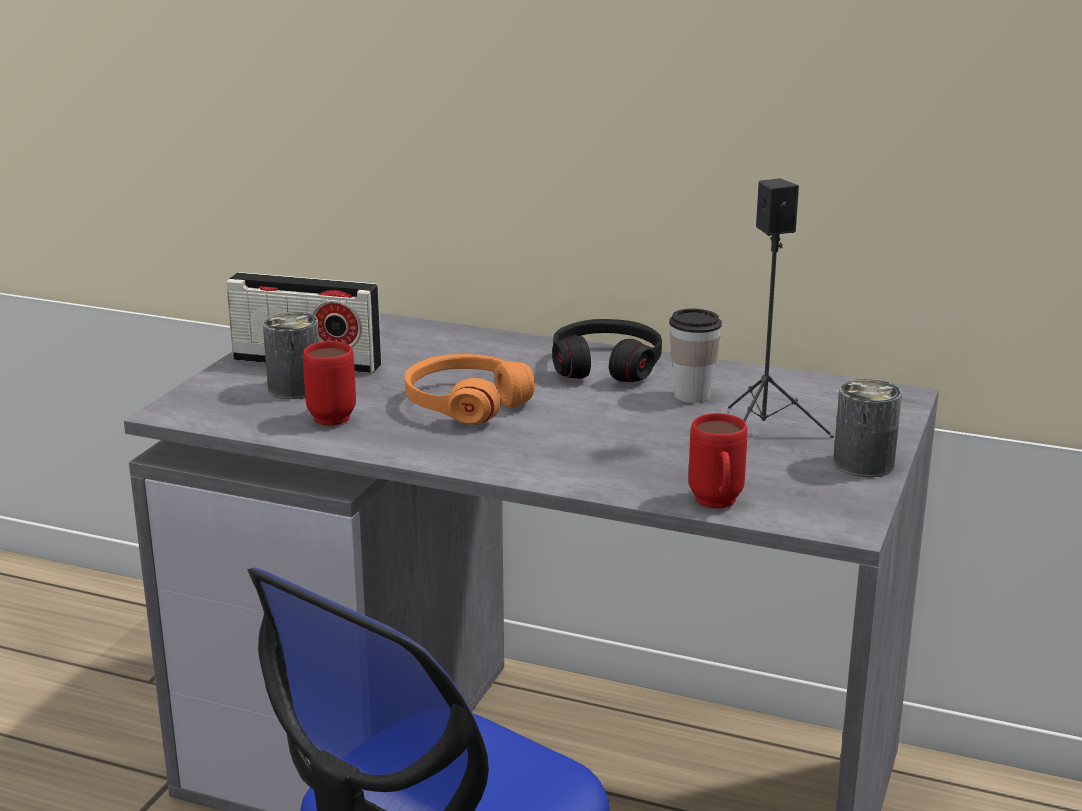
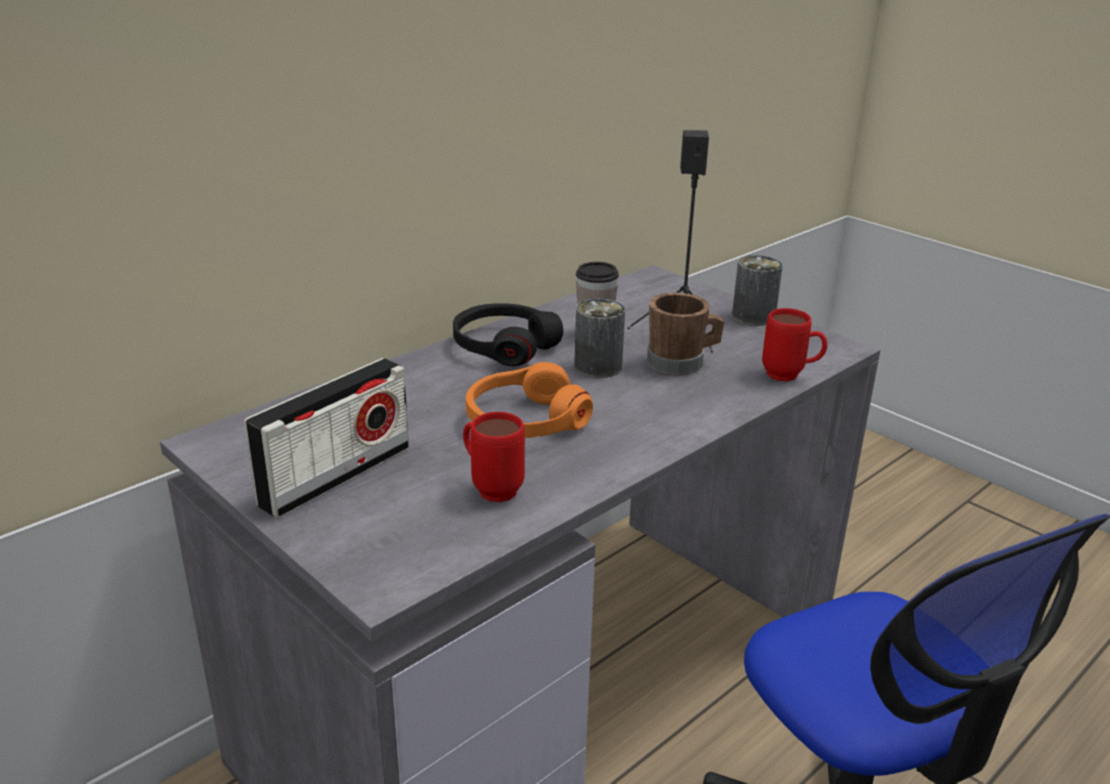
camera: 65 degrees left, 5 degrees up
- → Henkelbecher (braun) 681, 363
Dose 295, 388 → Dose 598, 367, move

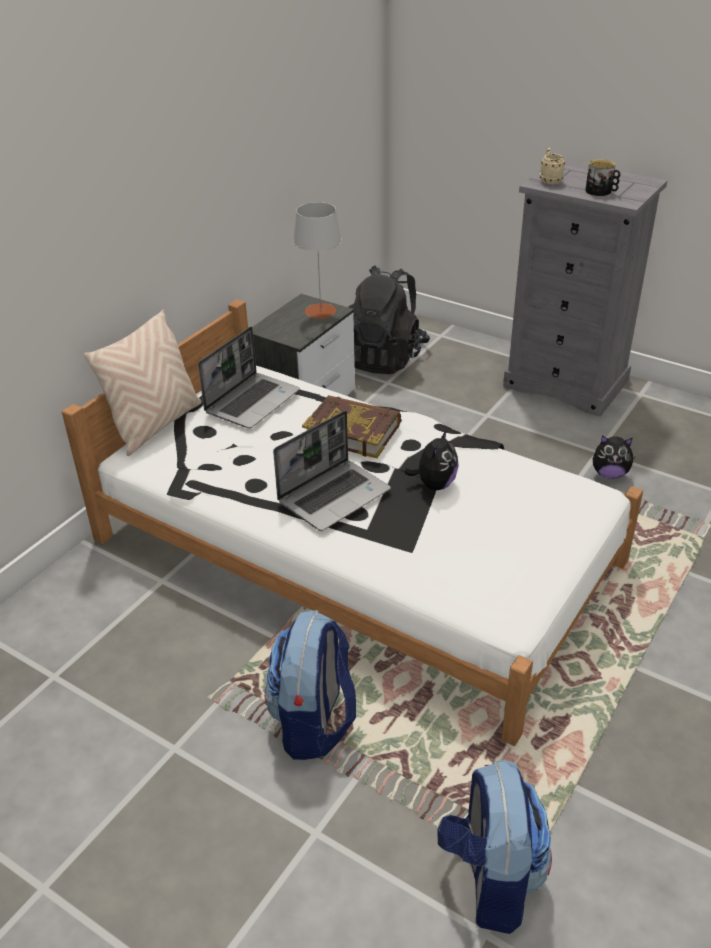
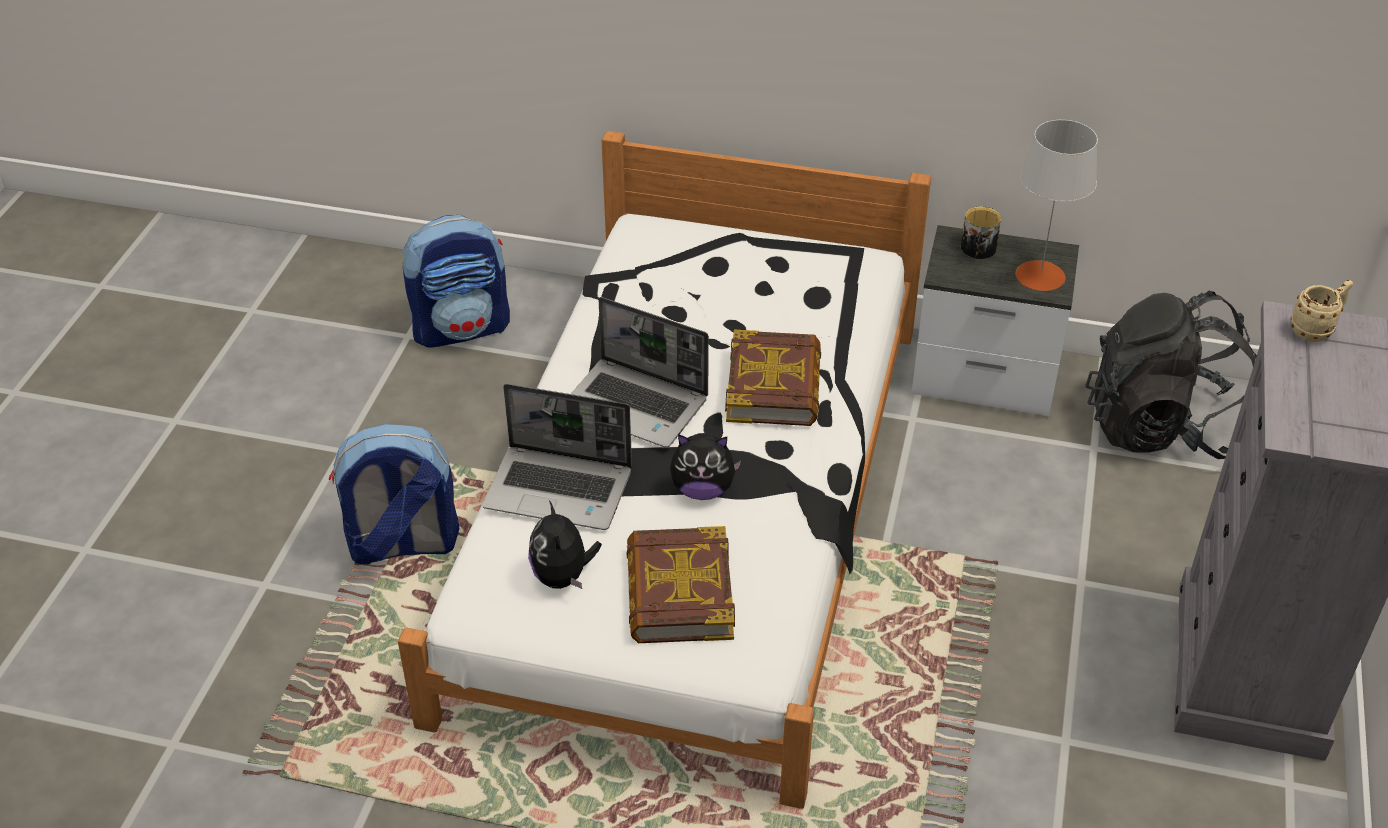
camera: 70 degrees right, 5 degrees up
Kissen (beige) 156, 425 → -
- → Buch 679, 593
Laptop 252, 401 → Laptop 560, 489, move
Rucksack 490, 878 → Rucksack 462, 328, move
Henkelbecher 601, 191 → Henkelbecher 978, 251, move
Plüschtier 609, 474 → Plüschtier 563, 576, move

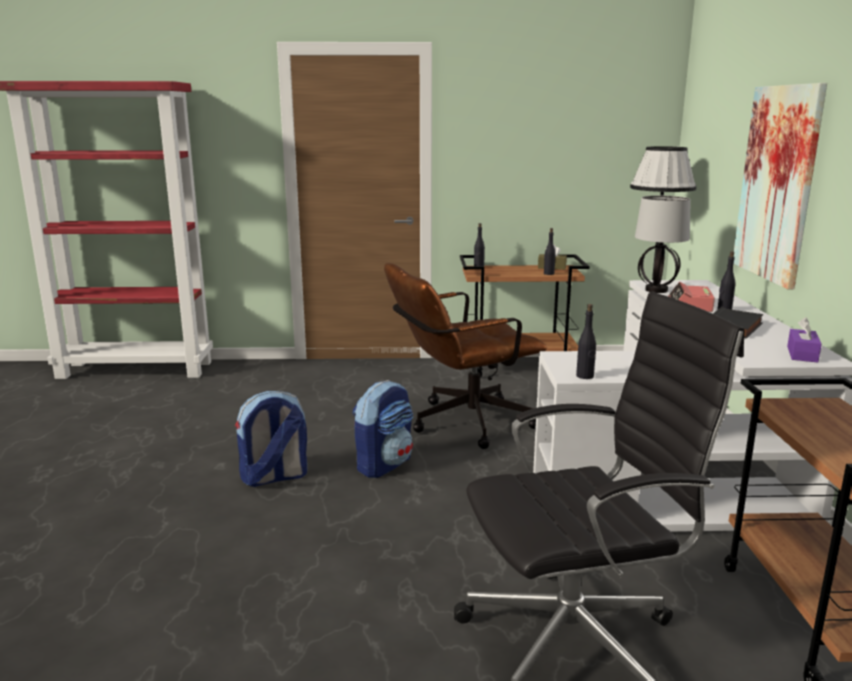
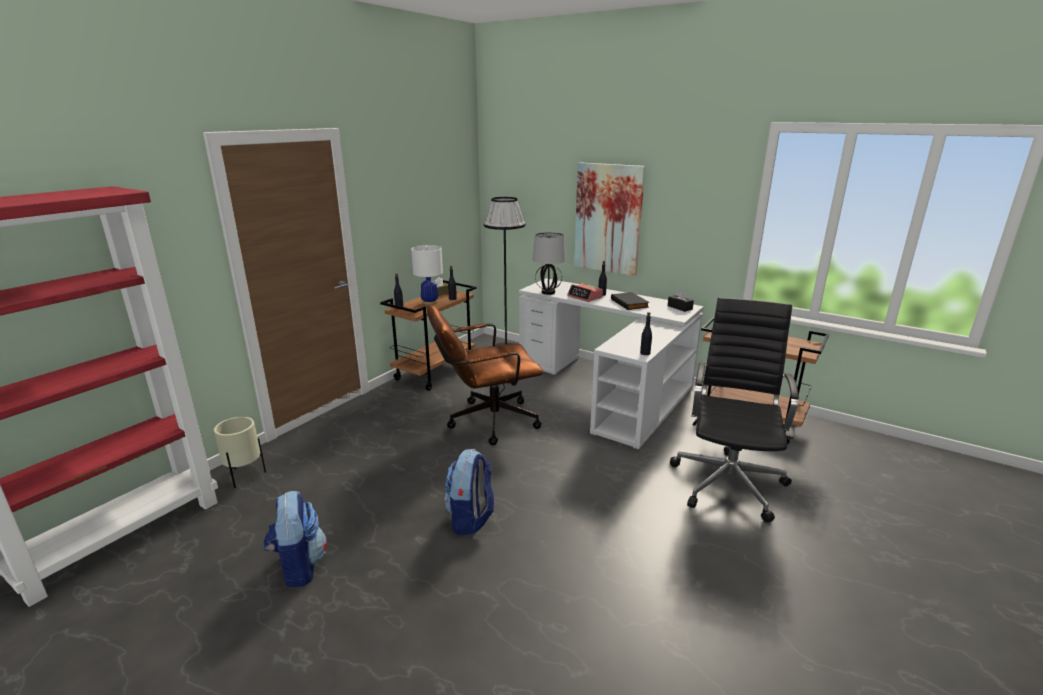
camera: 55 degrees left, 5 degrees up
- → Pflanzkübel (beige) 245, 476
- → Tischlampe (weiß) 429, 302
Rucksack 384, 464 → Rucksack 299, 566, move
Taschentuchbox (lila) 802, 354 → Taschentuchbox (schwarz) 679, 307
Bürostuhl (braun) 461, 423 → Bürostuhl (braun) 485, 422, 60 degrees clockwise

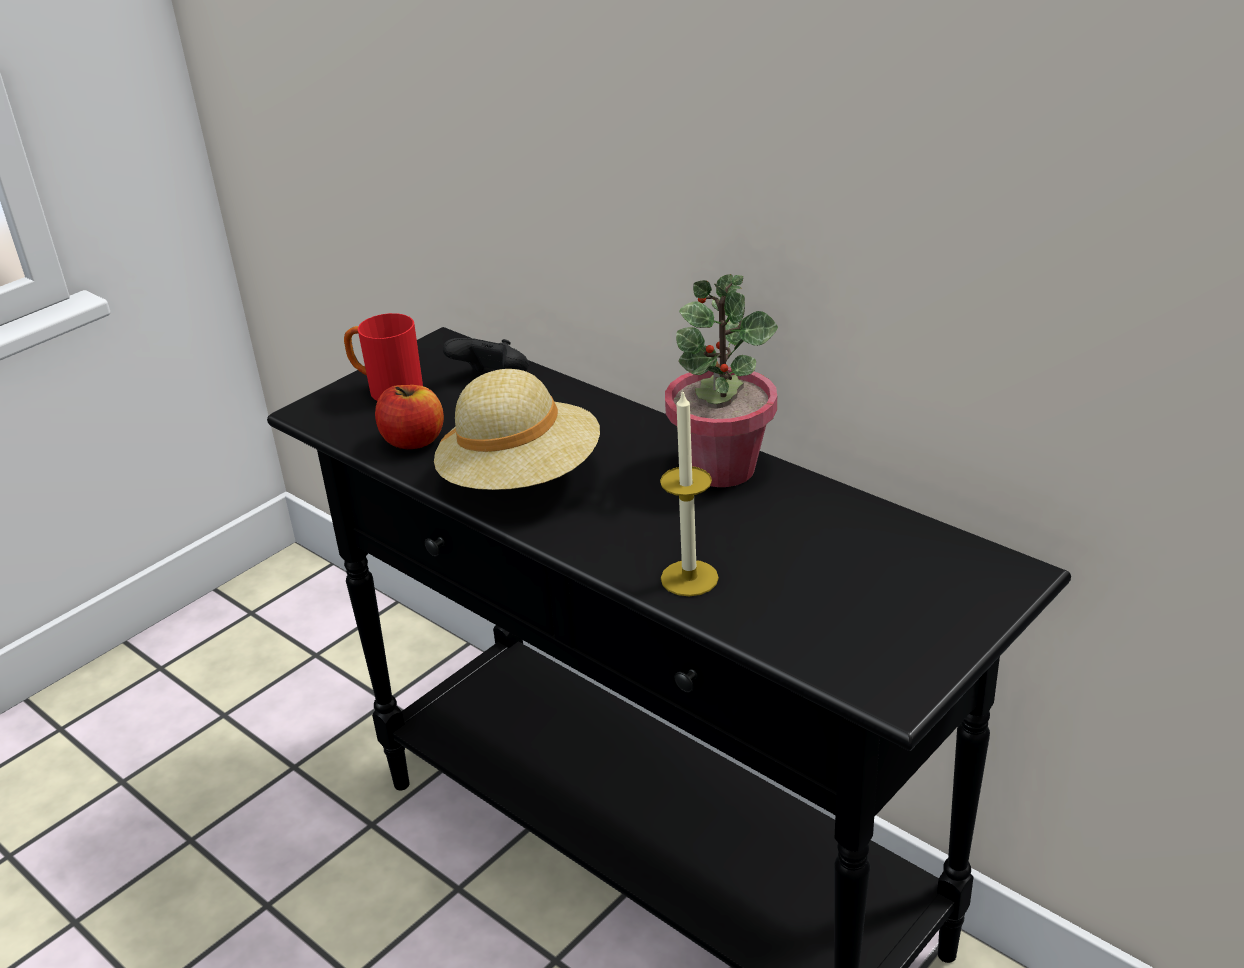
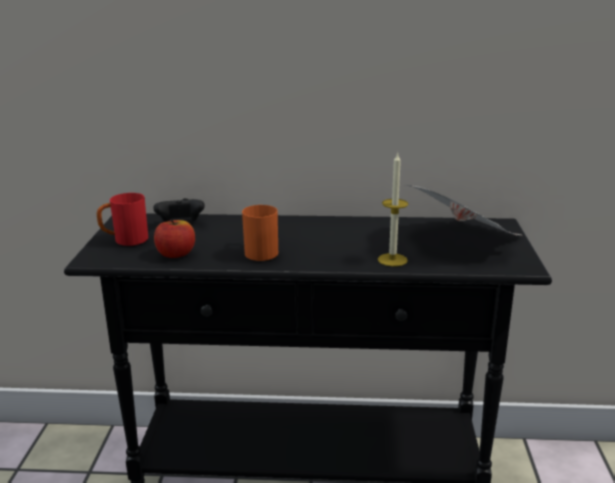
camera: 40 degrees left, 10 degrees down
Topfpflanze 722, 469 → -
- → Zeitung 463, 241
Hut (beige) 521, 479 → Henkelbecher (orange) 258, 252

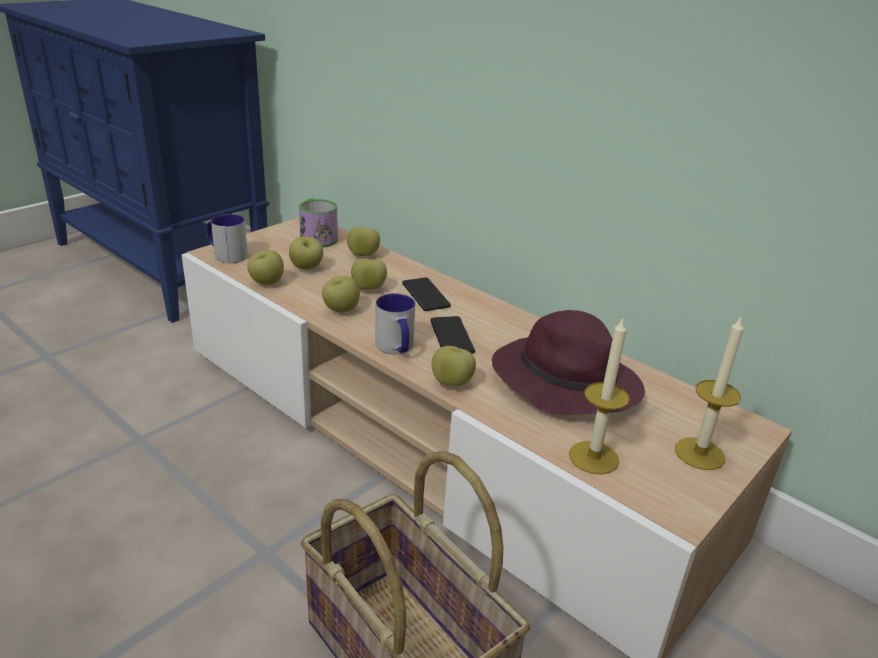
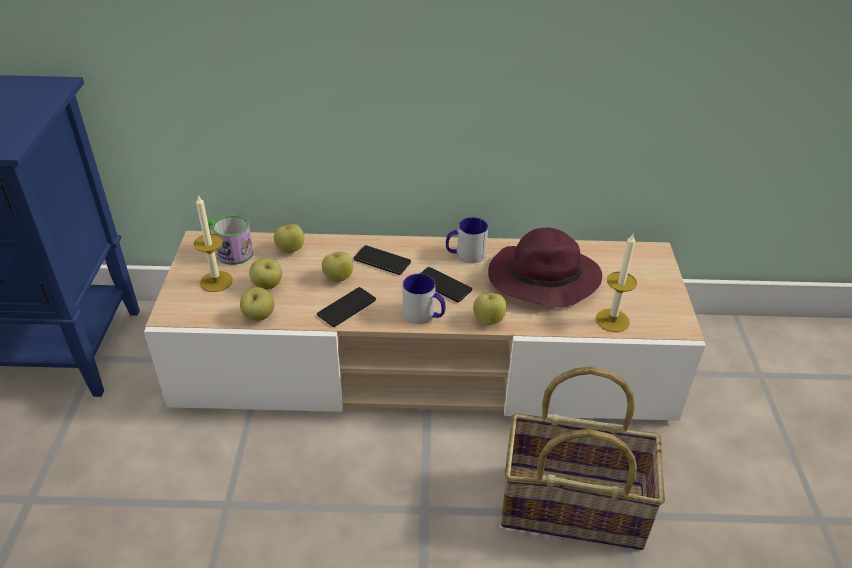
camera: 40 degrees left, 10 degrees up
Henkelbecher 226, 254 → Henkelbecher 465, 255, move
Kerze 699, 453 → Kerze 216, 281, move
Apfel 341, 310 → Handy 346, 307

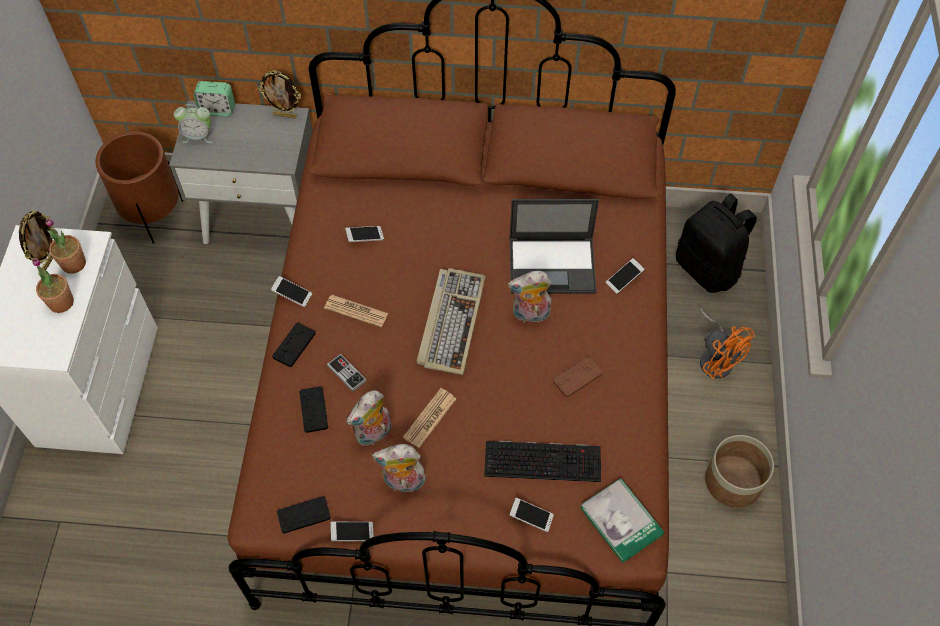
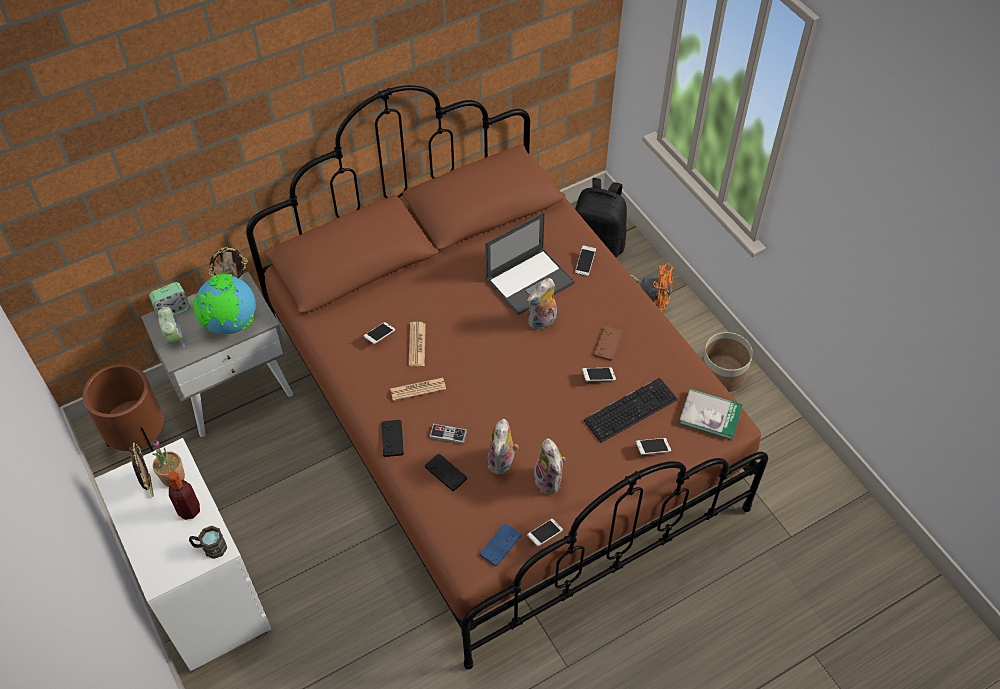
camera: 35 degrees left, 5 degrees down
Tastatur 451, 321 → -
- → Henkelbecher (braun) 210, 548
- → Globus 231, 324
Handy 292, 294 → Handy 598, 377, move
Zeitung 430, 418 → Zeitung 417, 344, move
Topfpflanze 61, 302 → Flasche 189, 510
Gamepad (schwarz) 303, 515 → Gamepad (blau) 500, 545
Wecker 198, 136 → Wecker 174, 338, 75 degrees counterclockwise
Plüschtier 403, 482 → Plüschtier 550, 481, 75 degrees counterclockwise

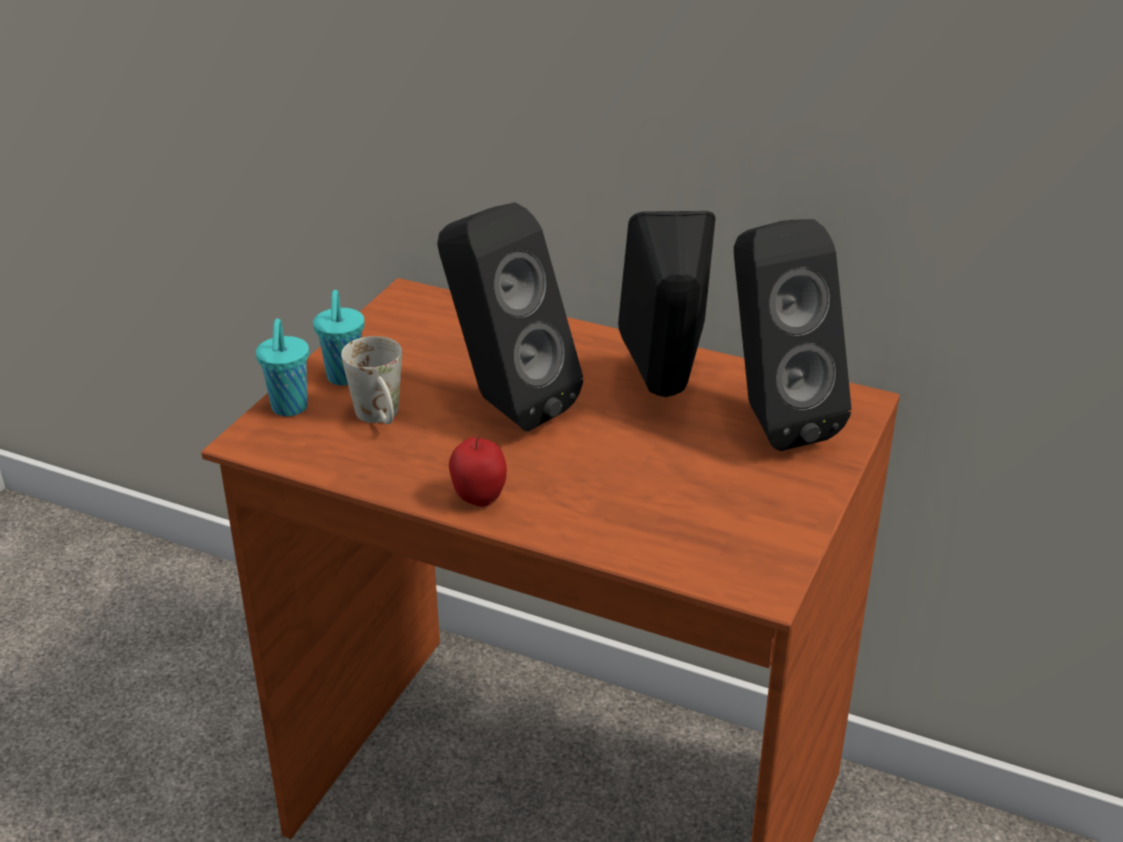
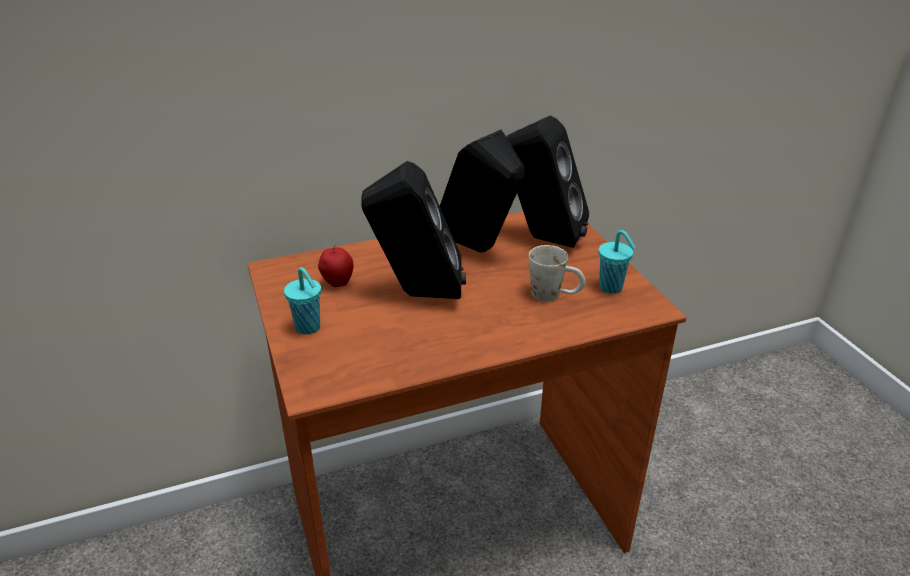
camera: 45 degrees left, 0 degrees up
Tasse (türkis) 289, 408 → Tasse (türkis) 612, 288, move
Henkelbecher (weiß) 381, 419 → Henkelbecher (weiß) 554, 295, move
Apfel 479, 499 → Apfel 337, 283, move

